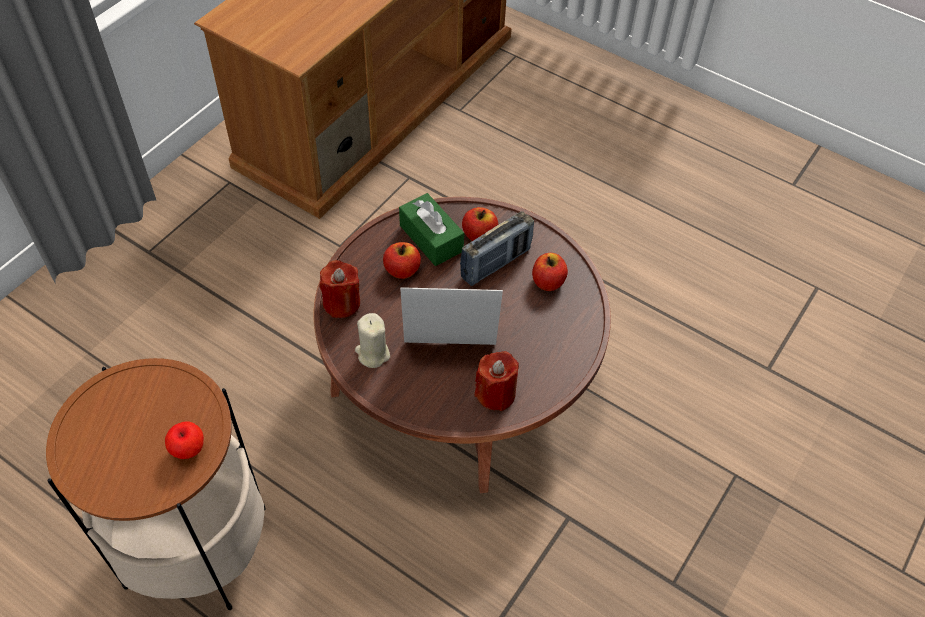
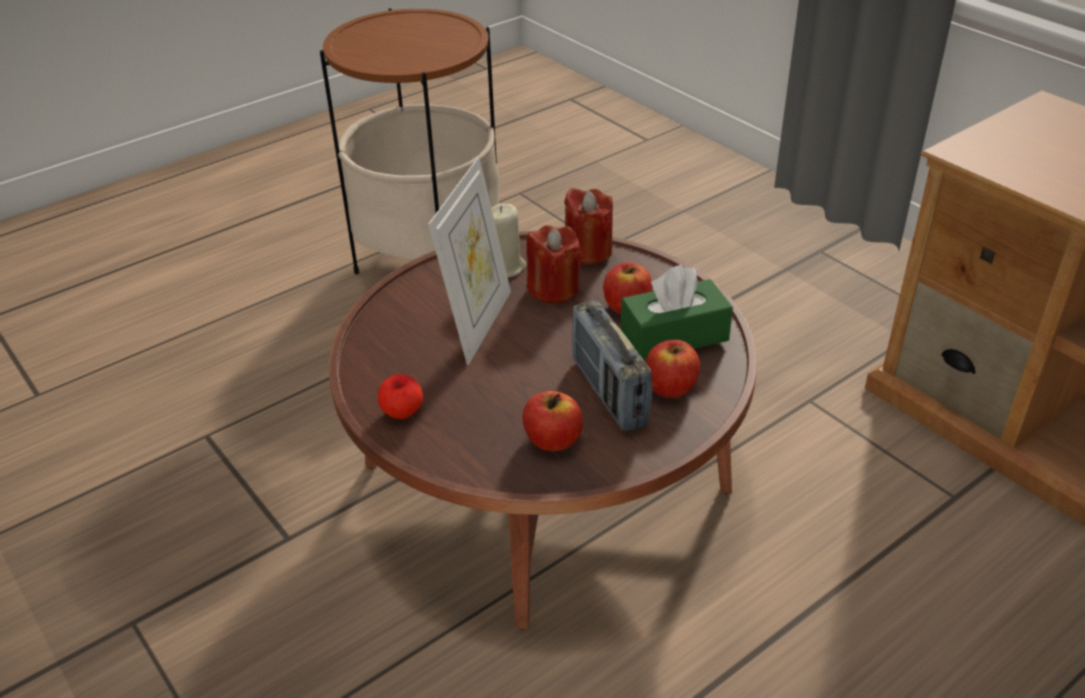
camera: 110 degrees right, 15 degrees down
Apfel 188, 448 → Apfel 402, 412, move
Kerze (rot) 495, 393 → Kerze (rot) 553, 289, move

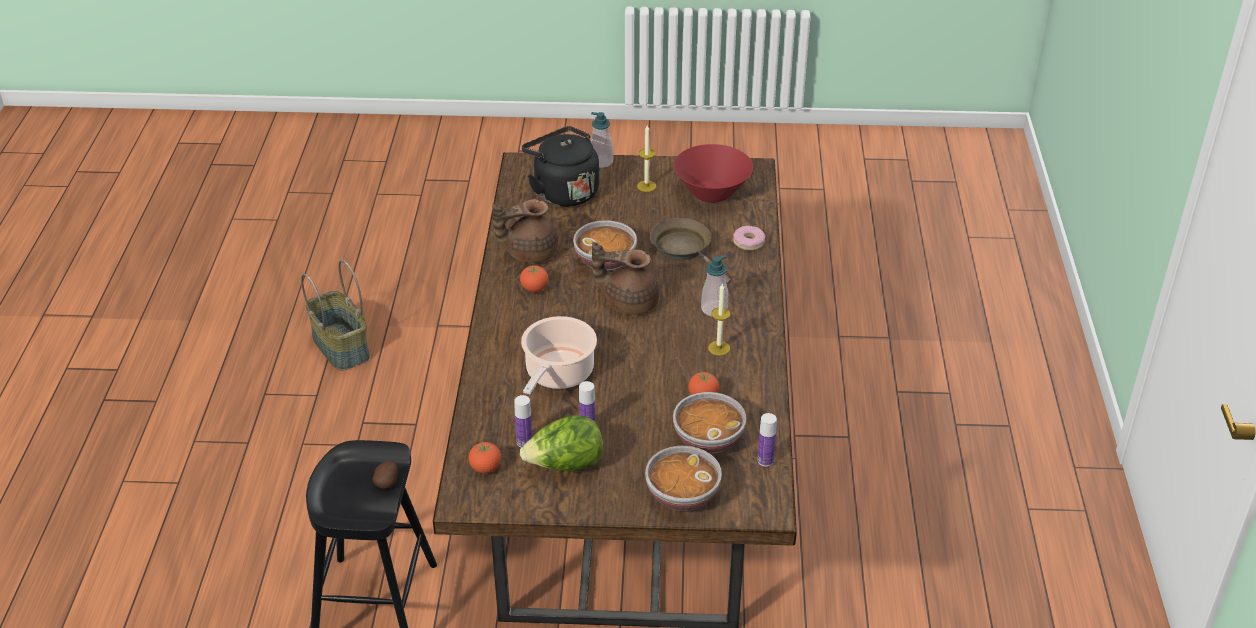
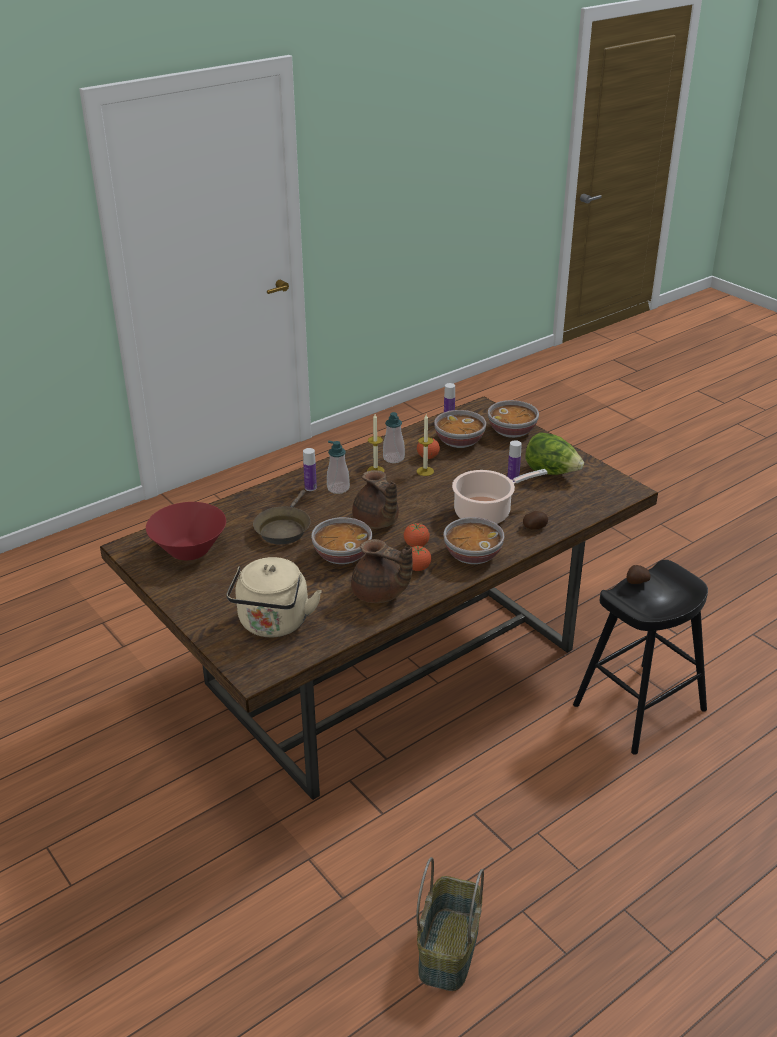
camera: 130 degrees left, 5 degrees down
Donut 748, 242 → -
- → Schüssel 472, 555
- → Kartoffel 535, 527
Tomate 485, 468 → Tomate 416, 545, move
Flasche 524, 442 → Flasche 310, 488, move
Seifenspender 601, 162 → Seifenspender 393, 458, move
Kerze 646, 186 → Kerze 425, 471, move
Wasserkessel (schwarz) 563, 191 → Wasserkessel (beige) 273, 624

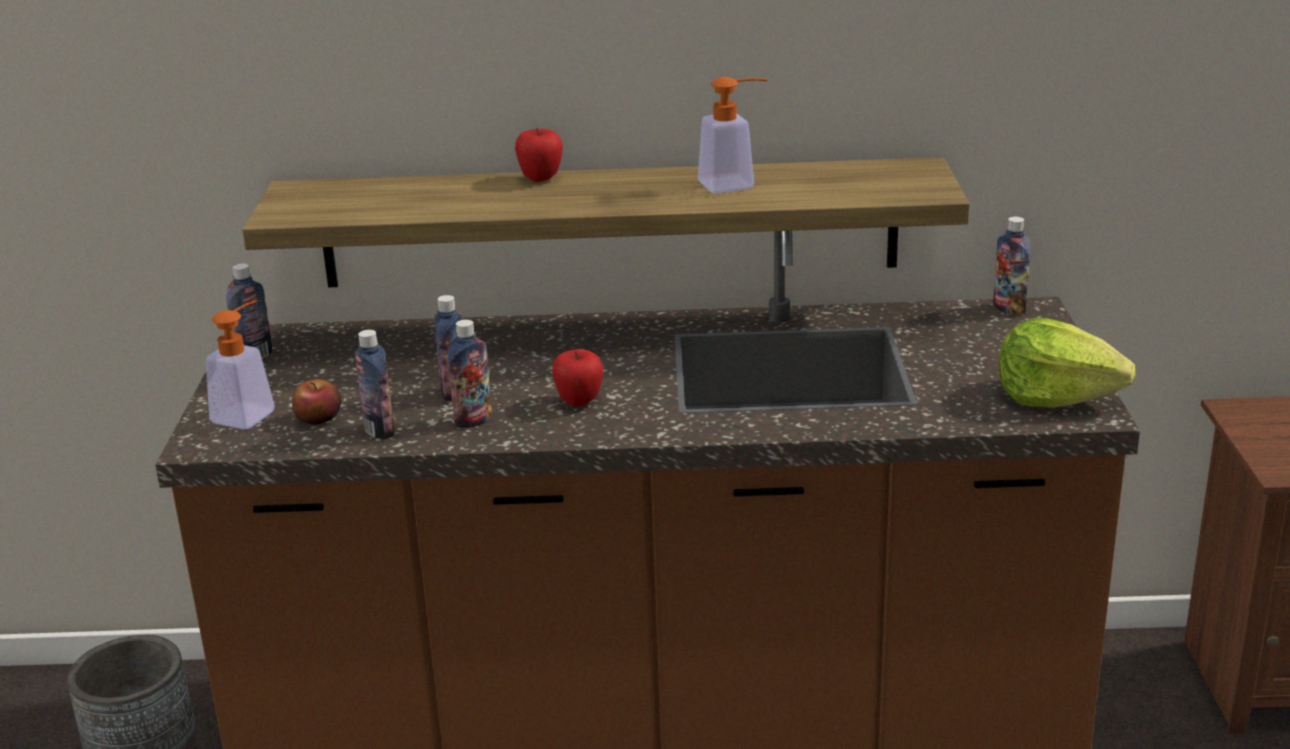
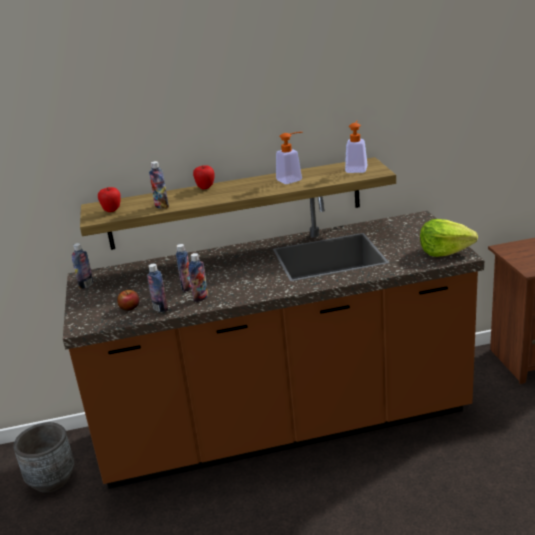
camera: 10 degrees left, 0 degrees up
Seifenspender 250, 412 → Seifenspender 357, 168, move
Apfel 579, 402 → Apfel 112, 210, move
Flasche 1009, 308 → Flasche 161, 206, move

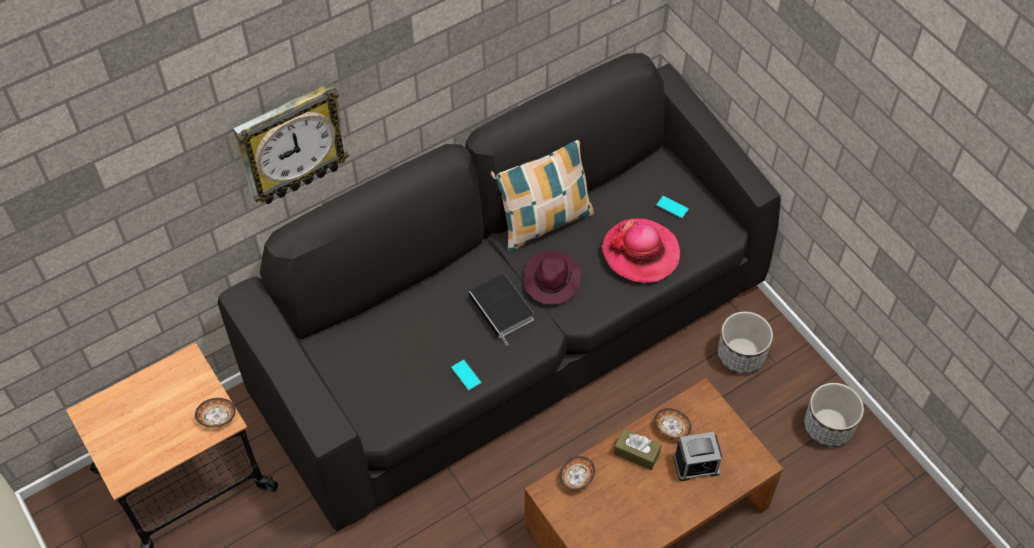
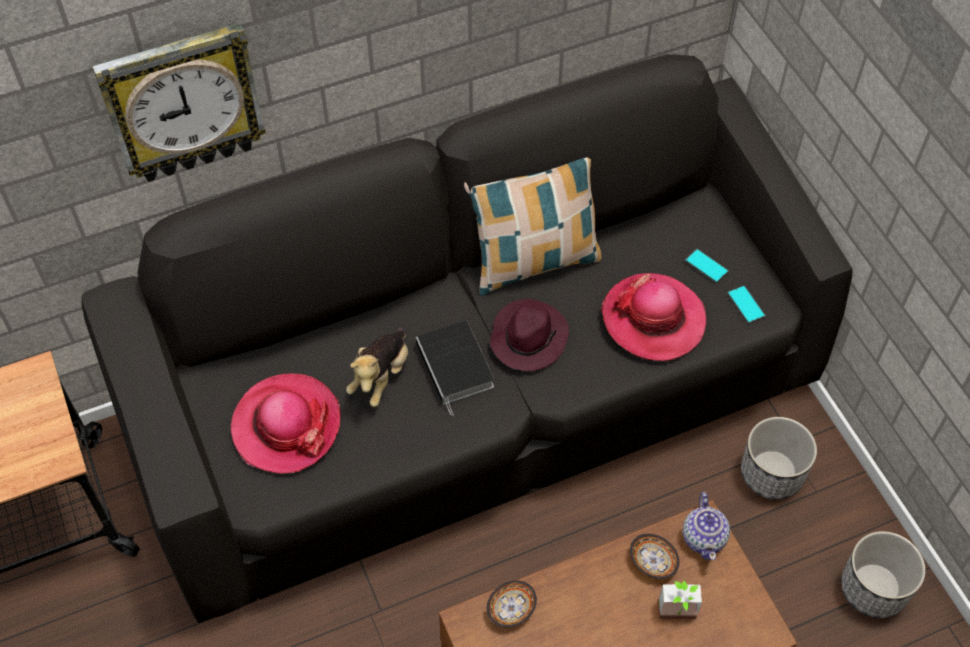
camera: 10 degrees right, 0 degrees up
Schüssel 216, 417 → -
Taschentuchbox (braun) 636, 453 → -
- → Hut 286, 425
- → Plüschtier 381, 376
- → Teekanne 704, 537
Handy 466, 375 → Handy 746, 305, move
Wecker 696, 464 → Topfpflanze 677, 618

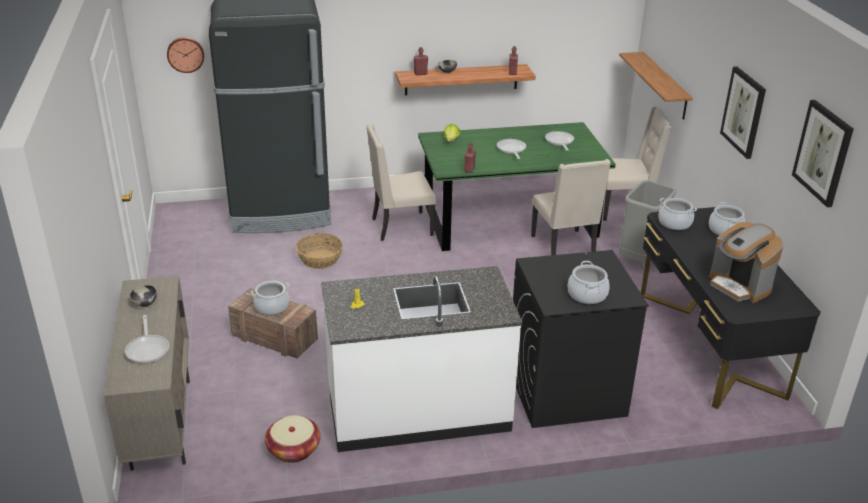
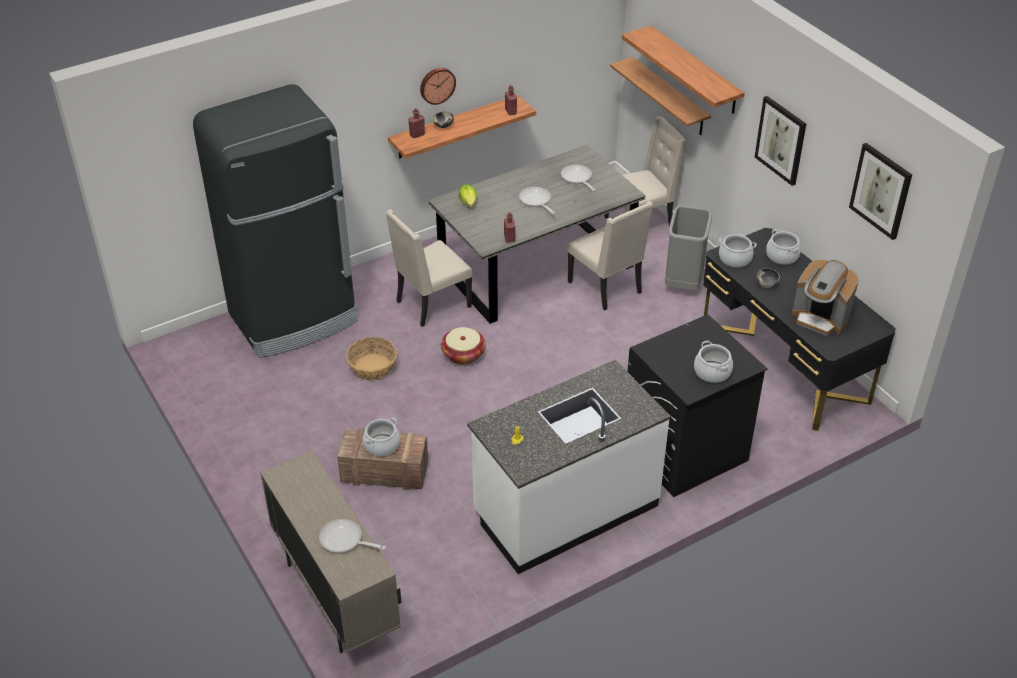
camera: 20 degrees left, 10 degrees up
- → Wandregal 694, 70
Schüssel 145, 304 → Schüssel 766, 285, move
Wanduhr 185, 54 → Wanduhr 437, 85, move
Korb 293, 449 → Korb 463, 354, move
Esstisch (grün) 509, 220 → Esstisch (grau) 536, 267
Pfanne 148, 349 → Pfanne 344, 540, 150 degrees clockwise

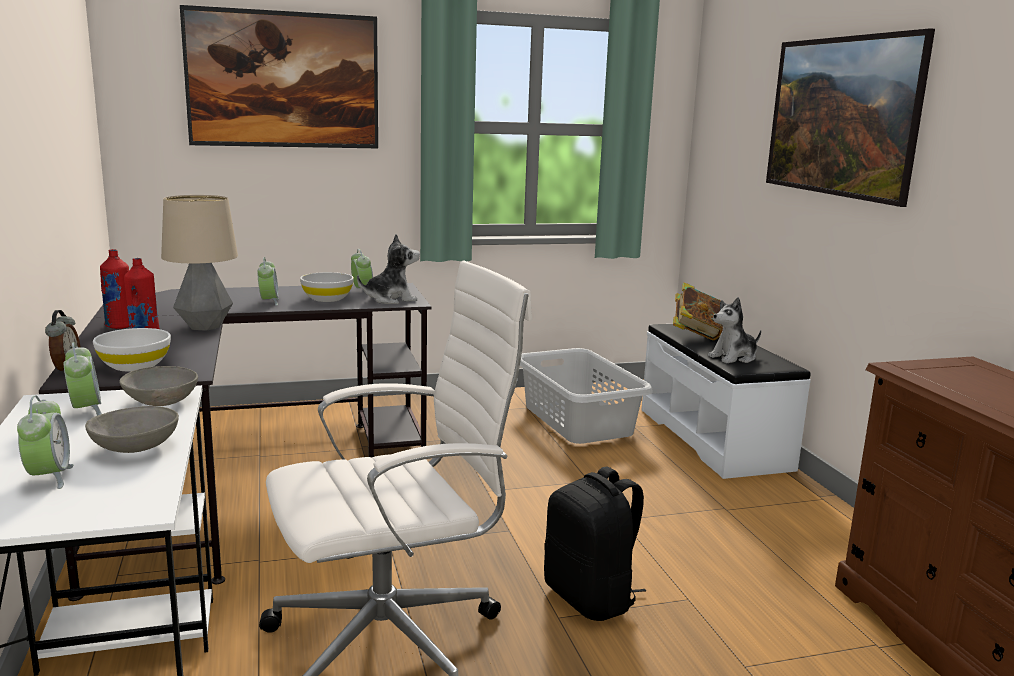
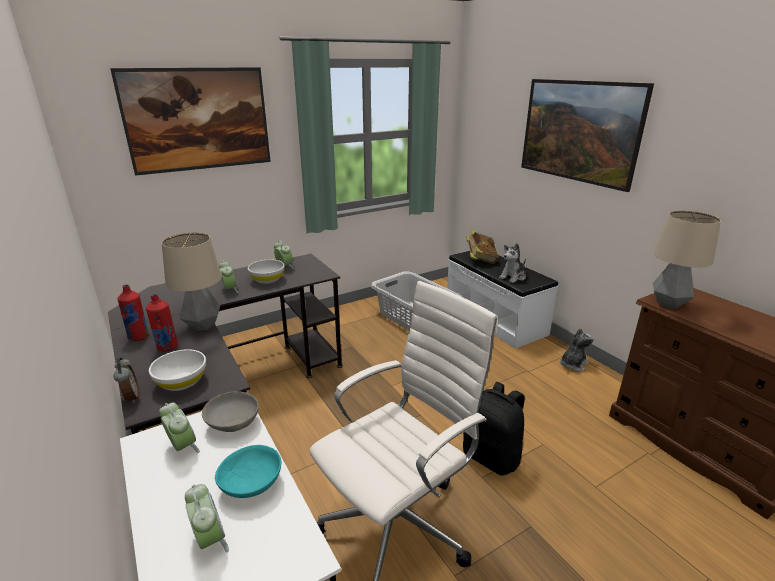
camera: 15 degrees left, 10 degrees up
- → Tischlampe 668, 304
Plüschtier 390, 299 → Plüschtier 573, 364, move
Schüssel (grau) 135, 448 → Schüssel (türkis) 252, 484

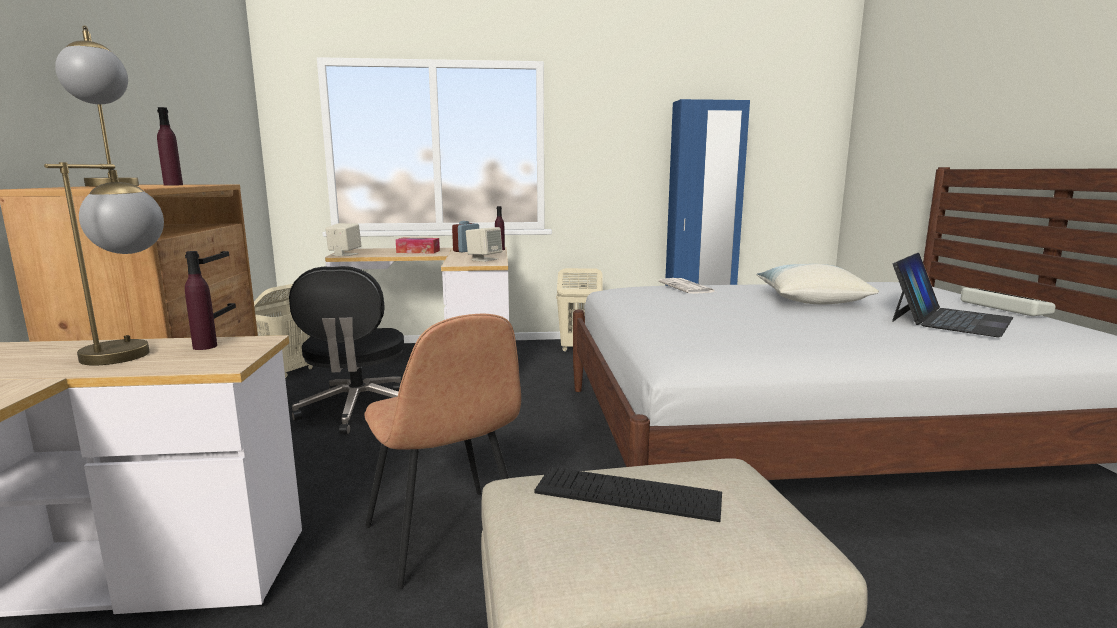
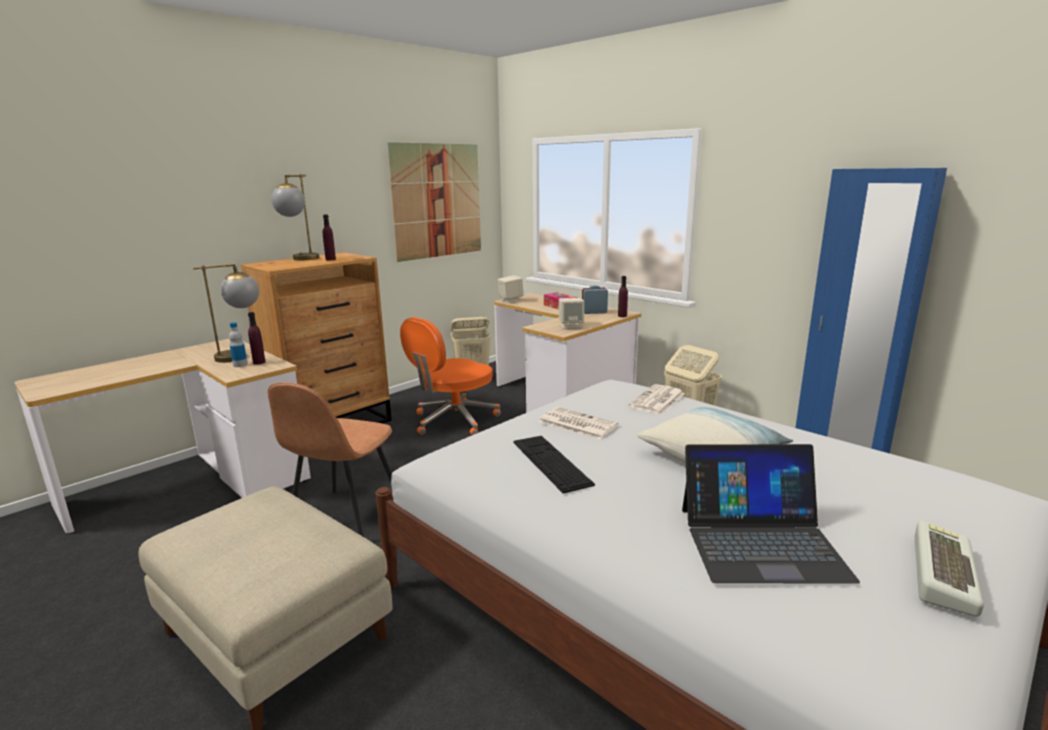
camera: 50 degrees right, 5 degrees up
- → Flasche 240, 365
- → Bild 437, 201
- → Zeitung 576, 424
Tastatur 628, 493 → Tastatur 551, 462, move
Bürostuhl (schwarz) 358, 410 → Bürostuhl (orange) 453, 420

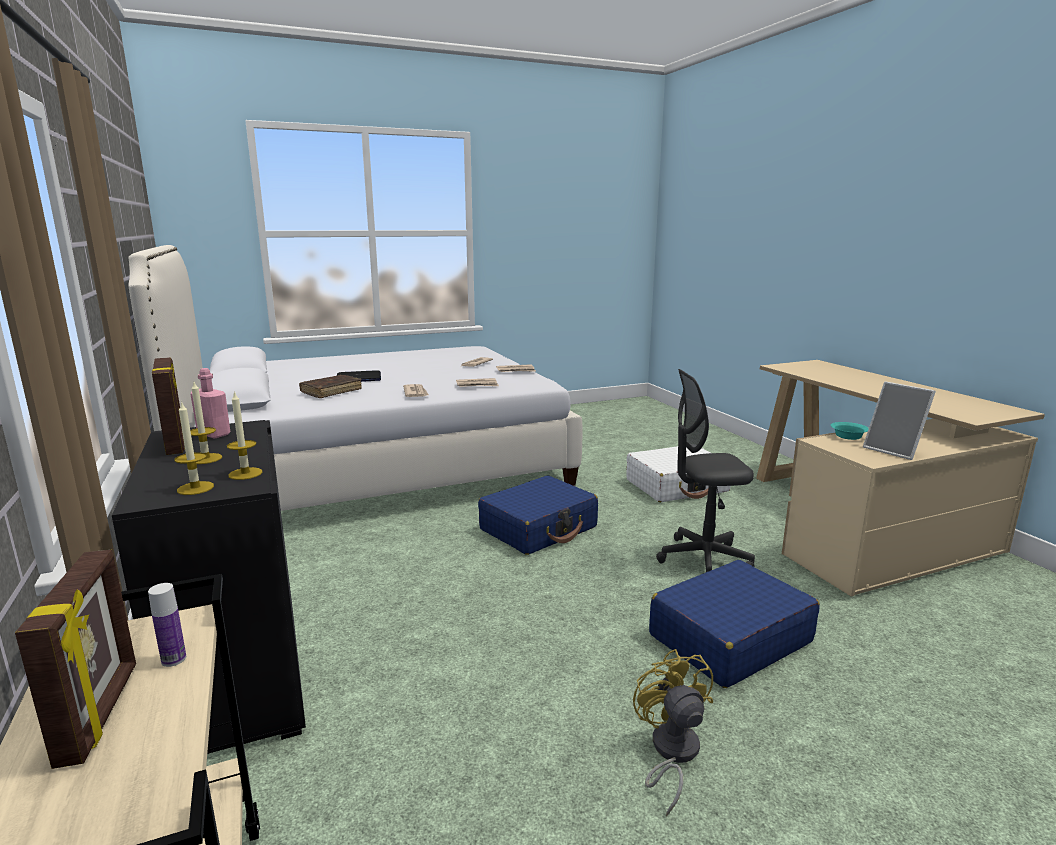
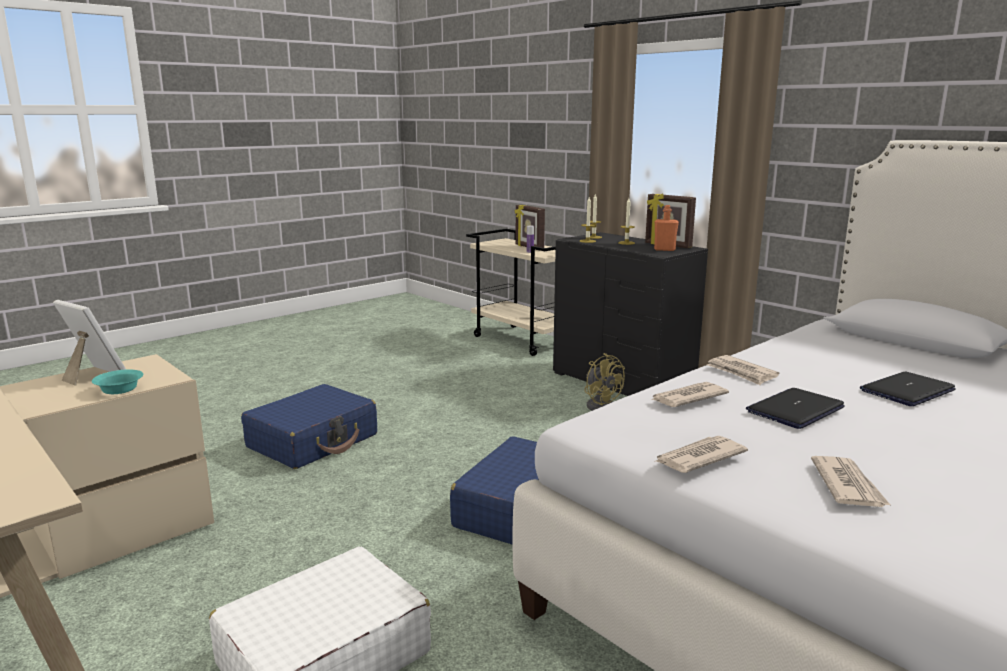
camera: 160 degrees right, 0 degrees up
Buch (braun) 331, 392 → -
Bürostuhl (grau) 703, 559 → -
- → Laptop 795, 410
Ventilator (gelb) 671, 753 → Ventilator (gelb) 600, 405, move
Flasche (rosa) 214, 434 → Flasche (orange) 664, 249

